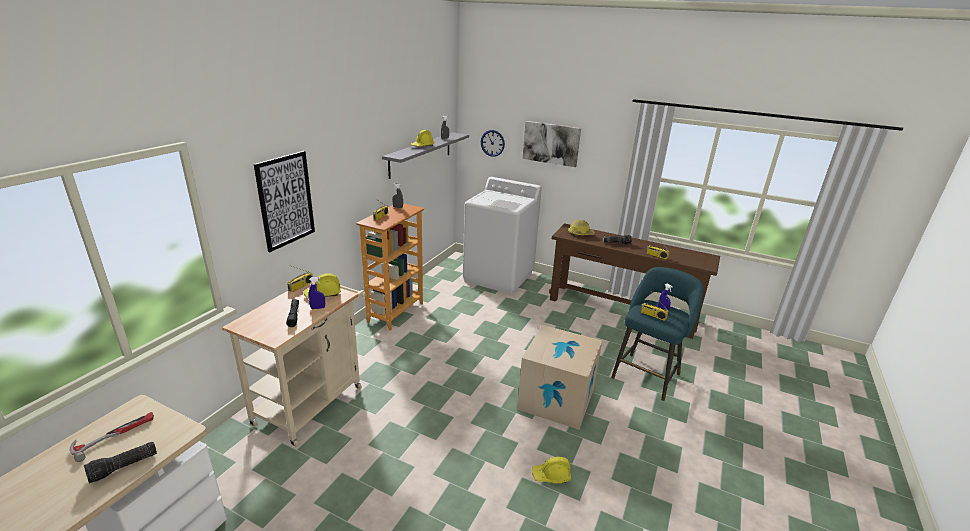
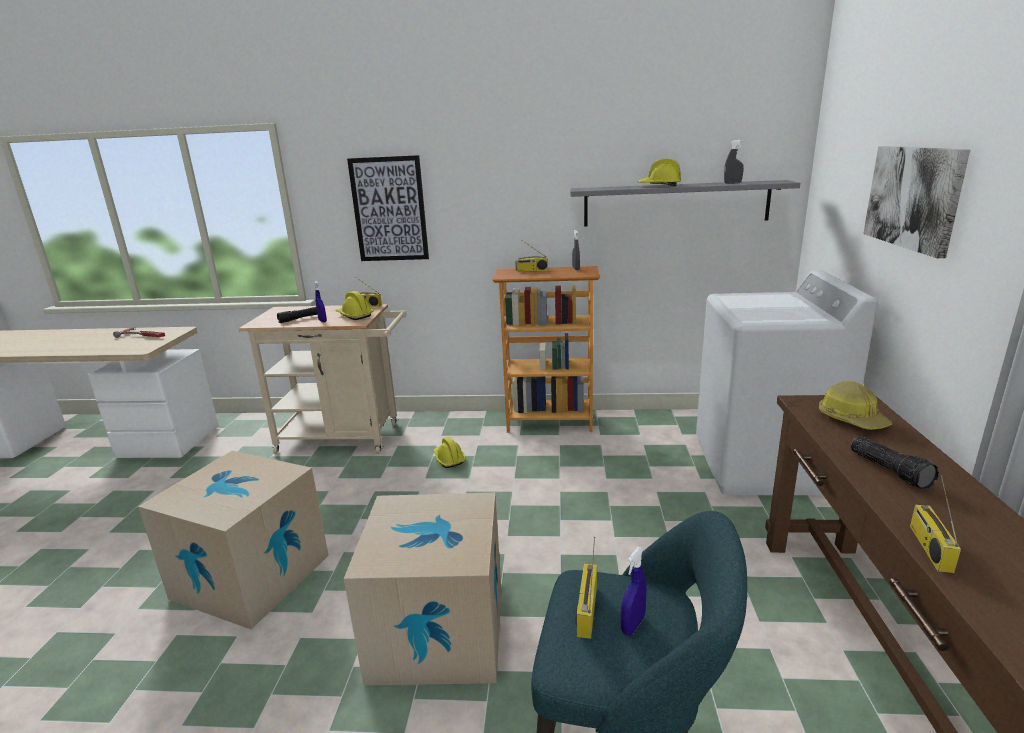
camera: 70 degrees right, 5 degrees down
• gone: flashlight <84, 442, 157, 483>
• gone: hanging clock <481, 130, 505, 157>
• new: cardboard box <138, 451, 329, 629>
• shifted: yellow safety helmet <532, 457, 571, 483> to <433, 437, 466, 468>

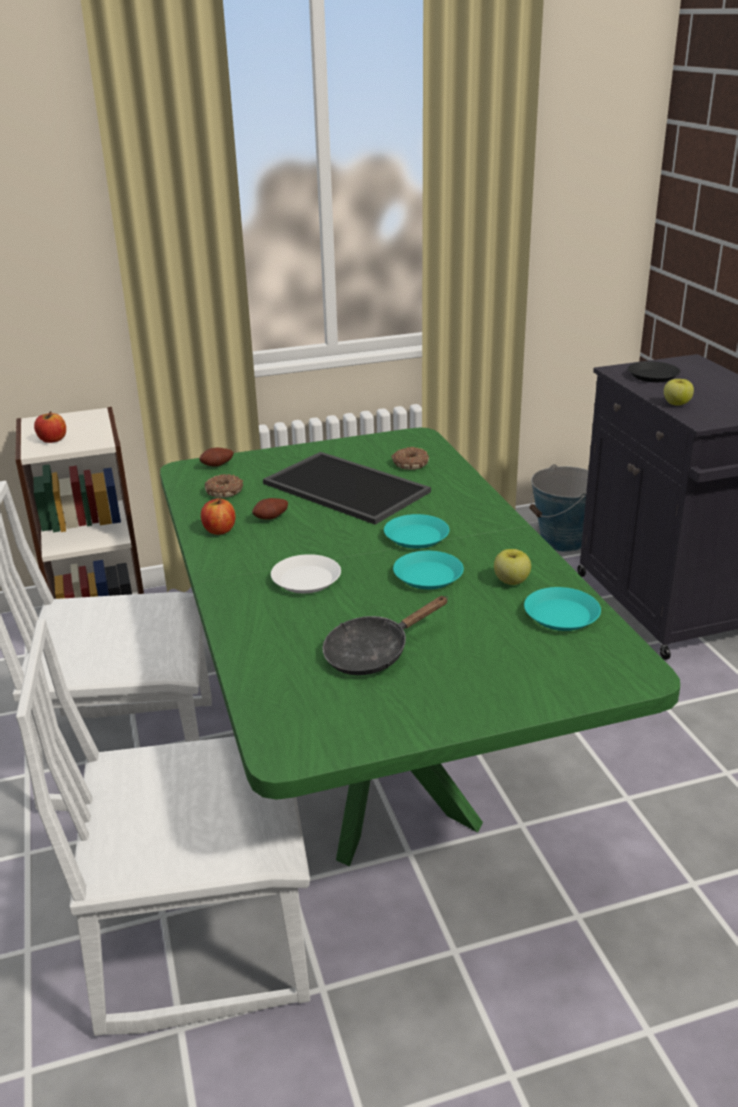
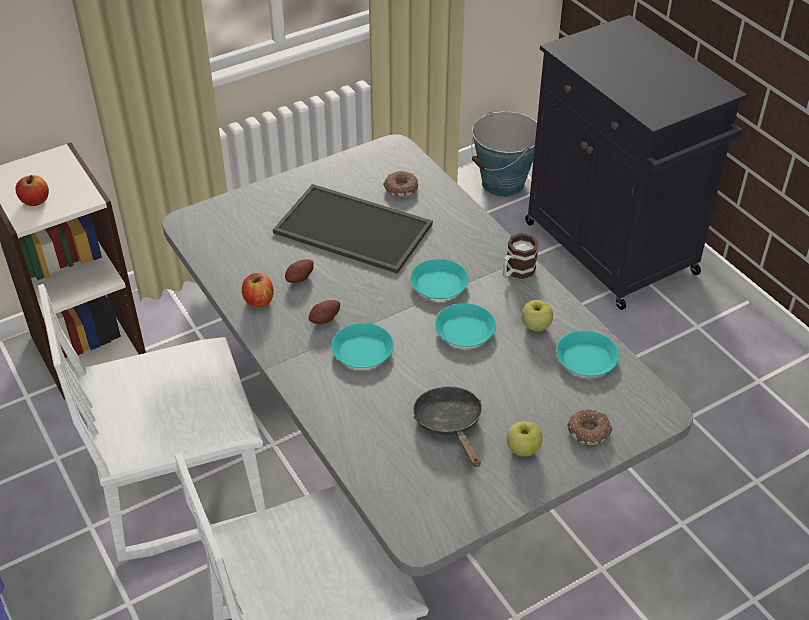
camera: 15 degrees left, 15 degrees up
• gone: blackish plate <628, 361, 680, 382>
• new: coffee mug <503, 233, 539, 279>
• shifted: spud <199, 448, 234, 467> to <308, 300, 340, 324>
• shifted: donut <205, 474, 243, 498> to <568, 409, 612, 445>
• shifted: apple fruit <664, 379, 694, 406> to <507, 421, 542, 456>
• repainted: green-coloured dinner table <160, 428, 680, 866> to gray dinner table <162, 135, 693, 576>
• repainted: white-coloured plate <271, 554, 341, 593> to turquoise plate <332, 323, 394, 368>
• rotated: blackish skillet <322, 596, 447, 675> = <413, 386, 482, 467> 120 degrees clockwise

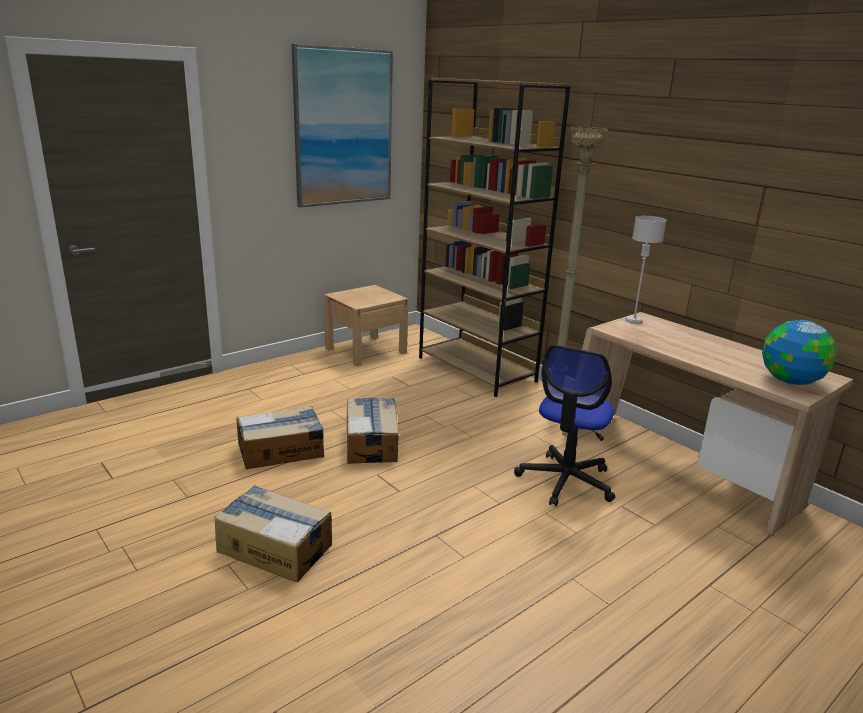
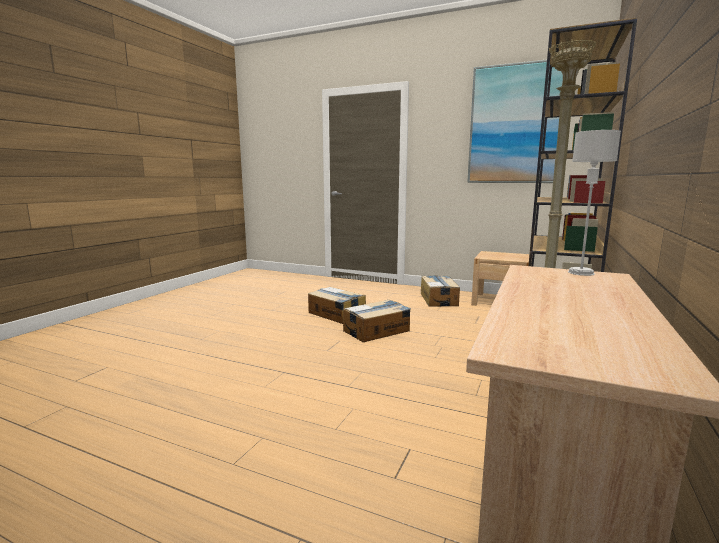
camera: 65 degrees right, 10 degrees down
• gone: computer chair <514, 345, 615, 506>
• gone: desk globe <762, 320, 837, 385>
• shifted: cardboard box <215, 485, 332, 582> to <421, 275, 460, 307>

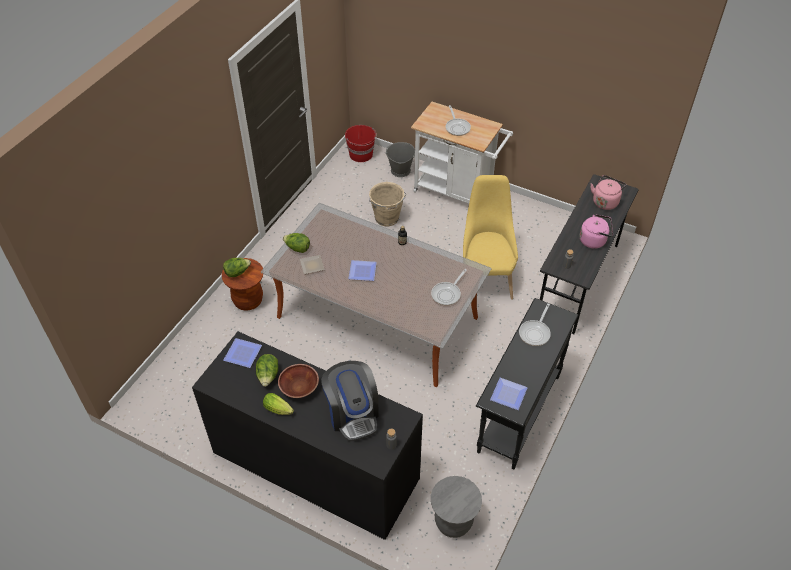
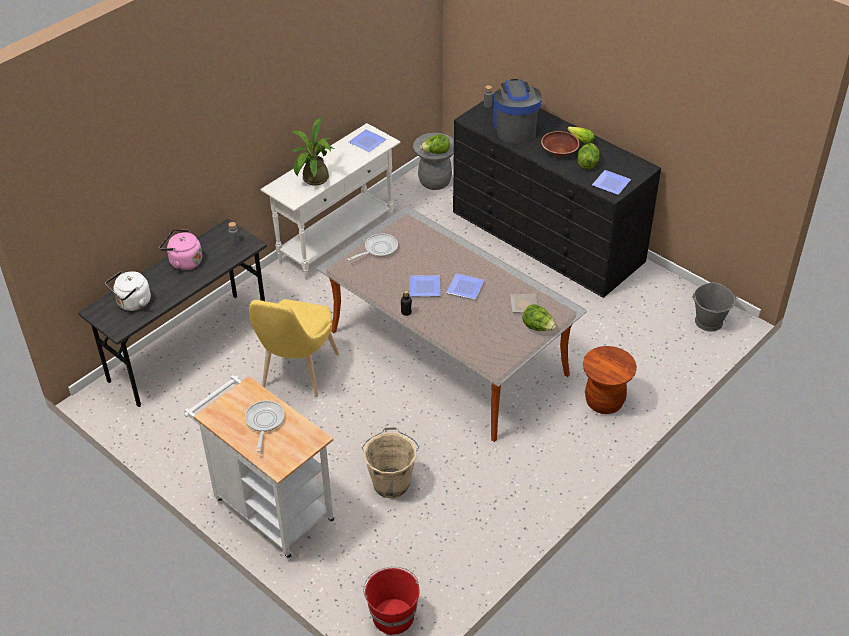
camera: 165 degrees left, 5 degrees down
• new: plate <410, 275, 441, 296>
• shifted: lettuce head <223, 258, 251, 277> to <420, 134, 450, 154>
• shifted: gray water bucket <385, 142, 415, 177> to <692, 282, 738, 332>
• swapped: skillet <519, 303, 551, 346> to potted plant <291, 117, 334, 186>
• repainted: blackish console table <476, 298, 578, 469> to white-coloured console table <261, 123, 401, 280>
• repainted: pink tea kettle <590, 175, 627, 210> to white-coloured tea kettle <105, 271, 151, 311>

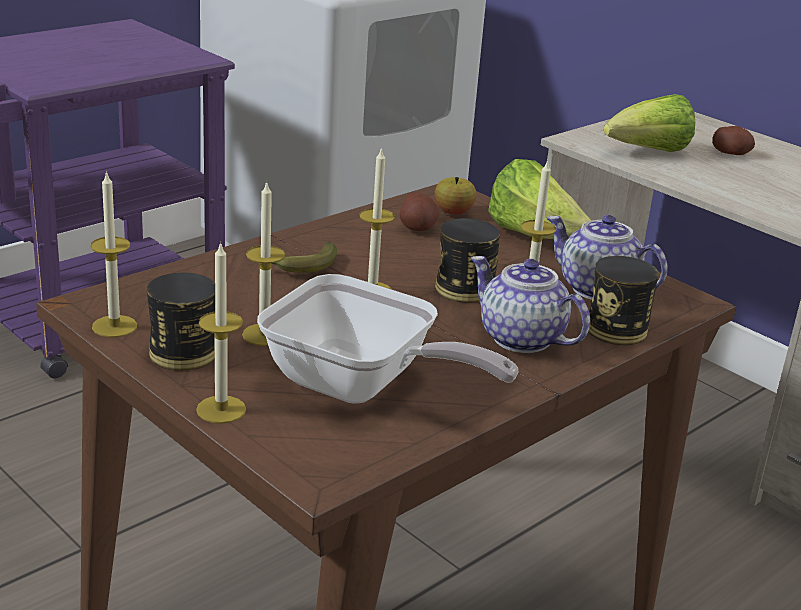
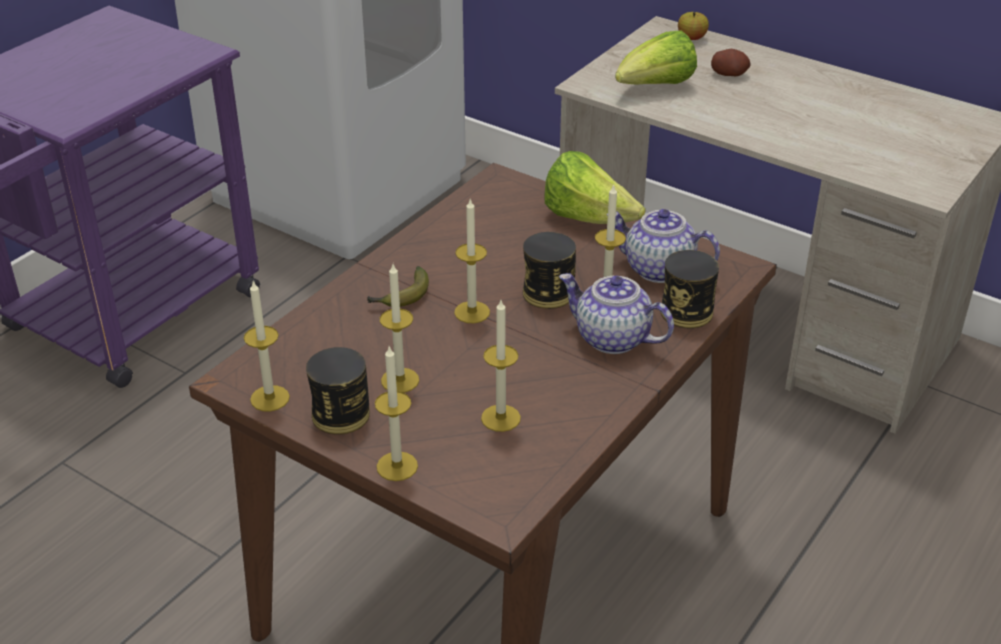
camera: 10 degrees left, 10 degrees up
• gone: spud <400, 192, 439, 231>
• shifted: apple fruit <435, 177, 476, 215> to <678, 12, 709, 40>
• swapped: skillet <257, 274, 518, 404> to wax candle <481, 300, 521, 432>

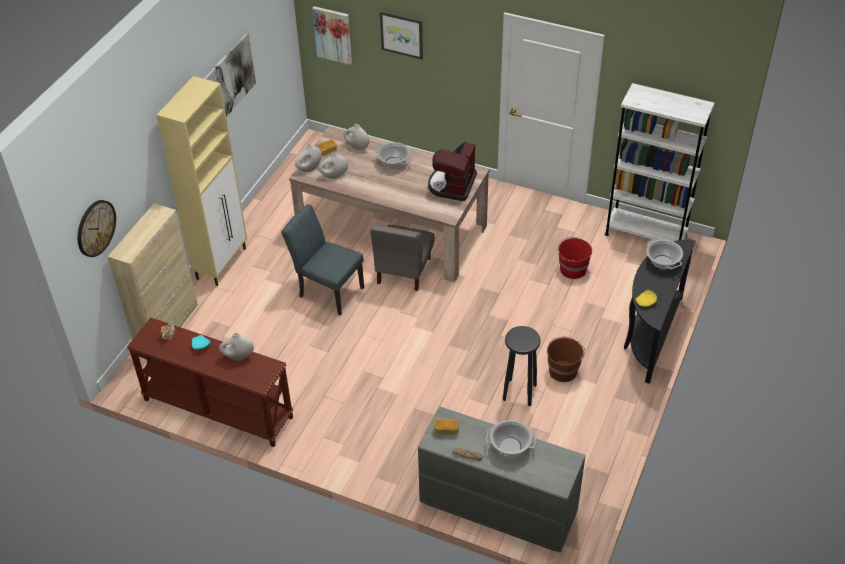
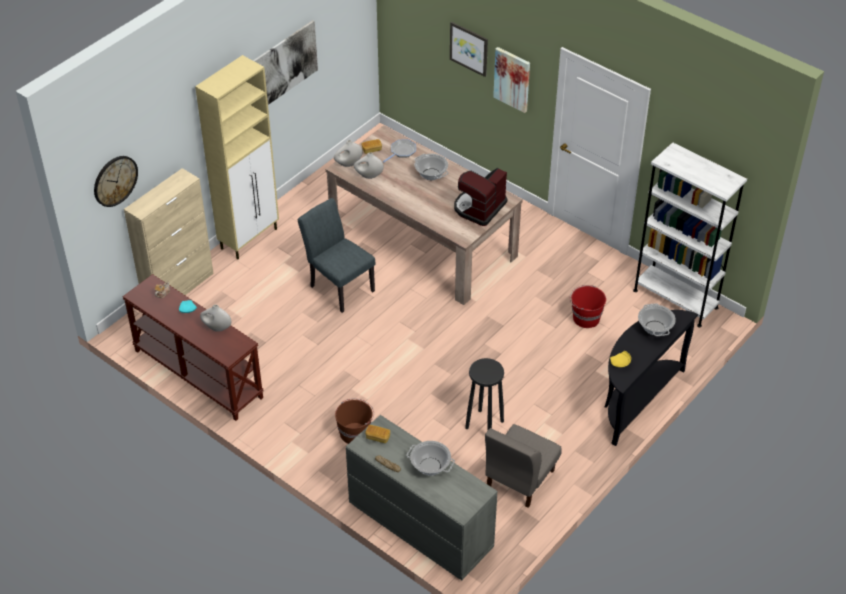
camera: 15 degrees right, 0 degrees up
• shifted: wall picture <312, 6, 352, 65> to <493, 47, 530, 113>
• shifted: gray upright chair <370, 224, 435, 291> to <485, 424, 562, 508>
• shifted: brown water bucket <547, 337, 585, 382> to <335, 399, 374, 444>
• swapped: white-coloured flower vase <344, 124, 369, 150> to skillet <383, 140, 416, 162>

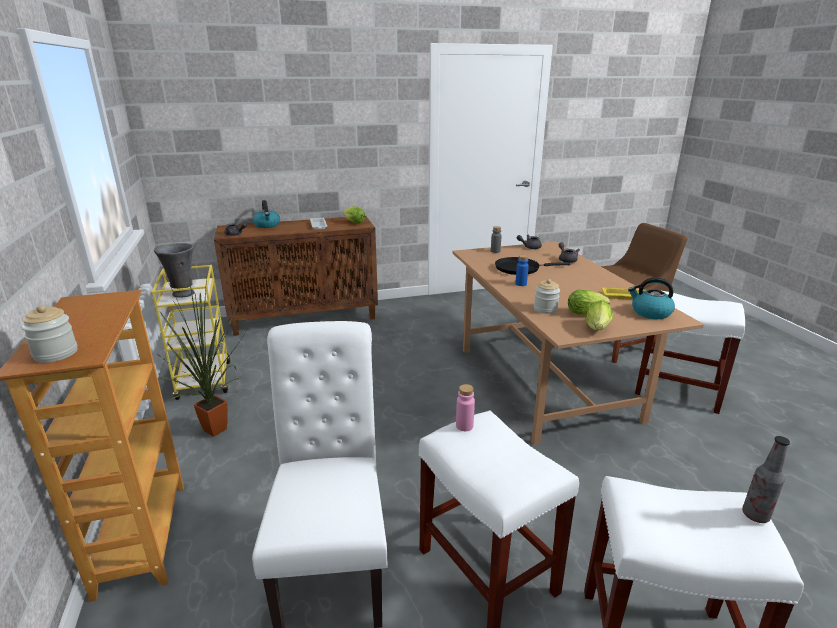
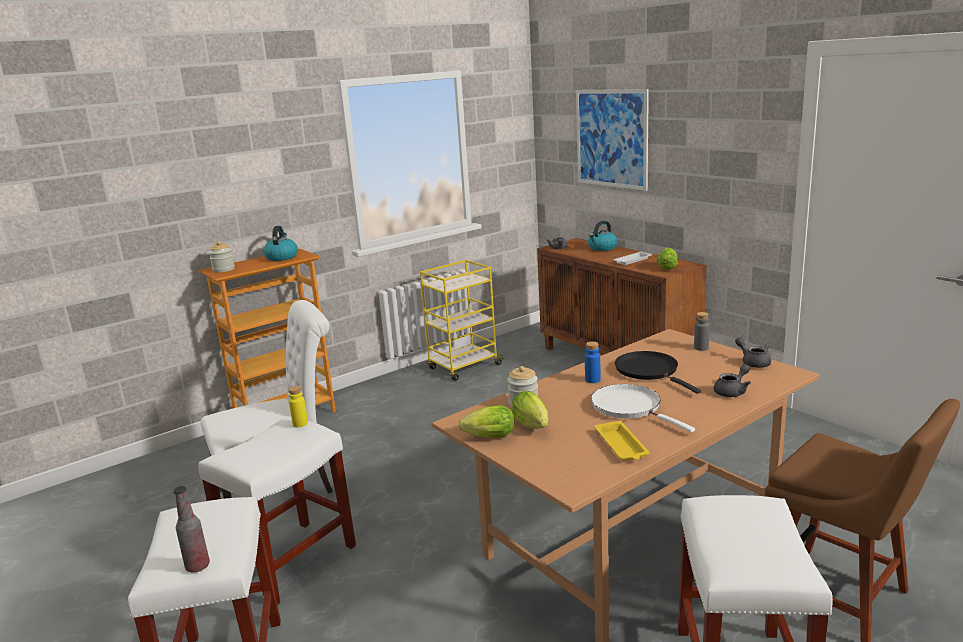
camera: 70 degrees right, 5 degrees down
• gone: gray flower vase <154, 243, 195, 298>
• gone: potted plant <160, 262, 247, 437>
• new: wall picture <576, 89, 649, 191>
• new: white-coloured skillet <591, 384, 695, 433>
• shifted: tea kettle <628, 277, 675, 319> to <263, 226, 298, 261>
• repainted: pink drink bottle <456, 384, 475, 431> to yellow drink bottle <288, 386, 308, 427>

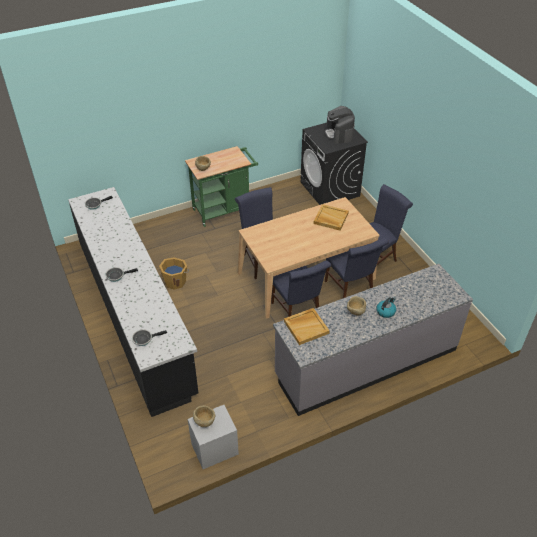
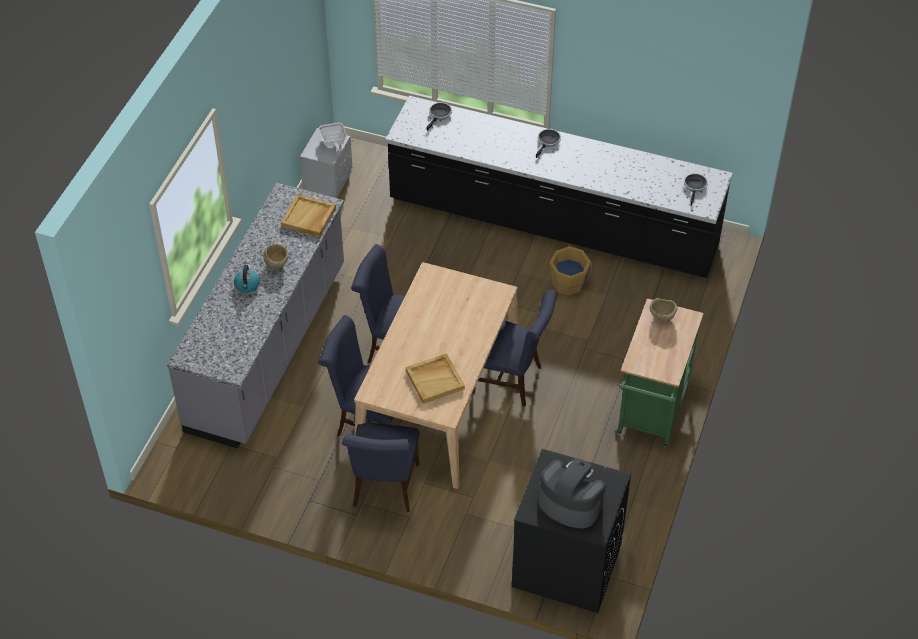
camera: 135 degrees right, 5 degrees up
• swapped: beige bowl <193, 406, 215, 427> to skillet <319, 122, 346, 155>

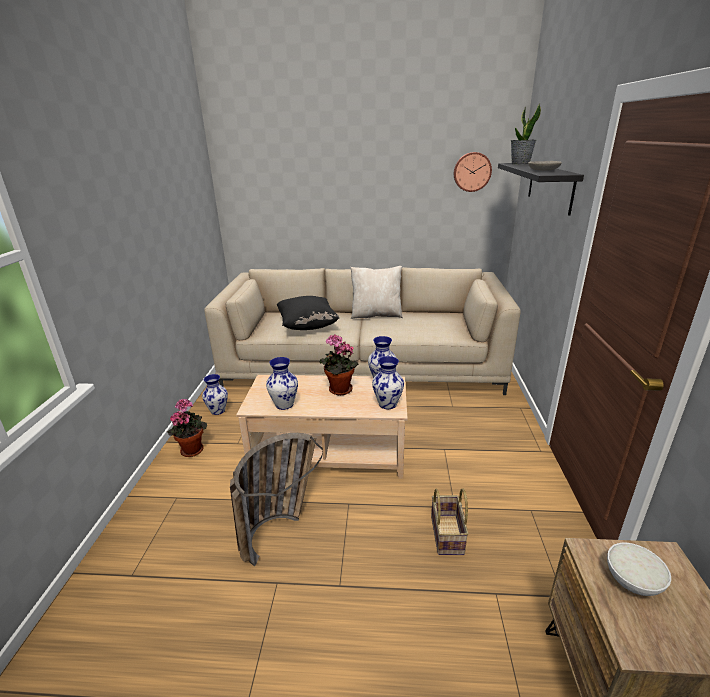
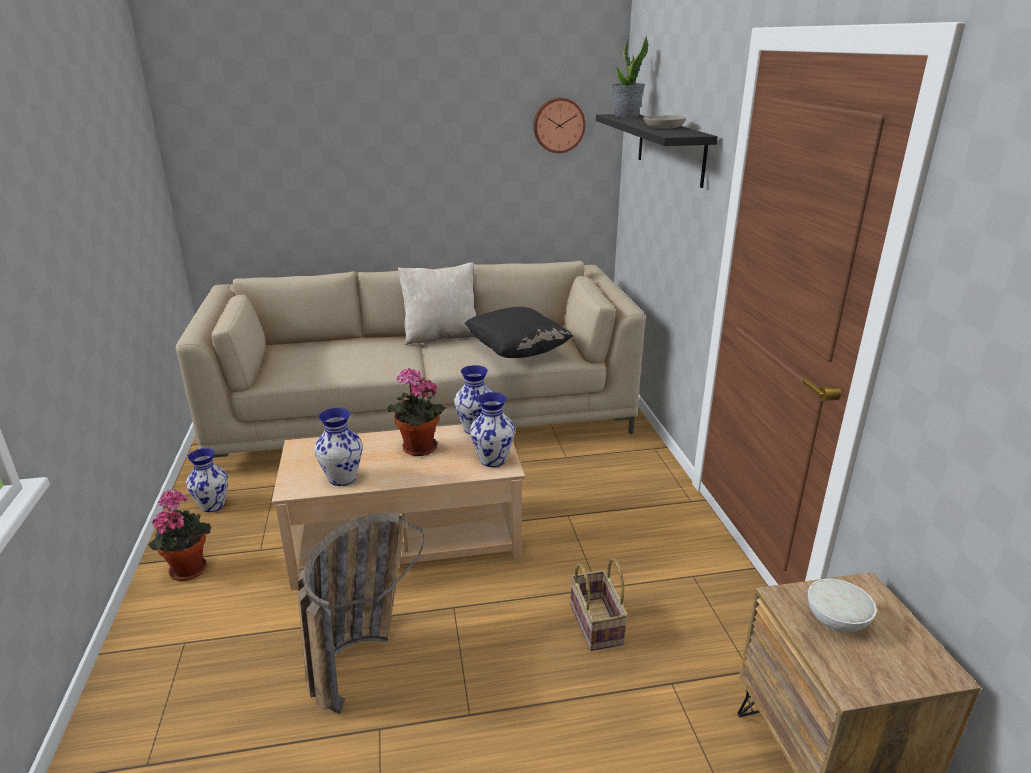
camera: 15 degrees left, 0 degrees up
• shifted: blackish cushion <277, 296, 339, 330> to <464, 307, 573, 358>

